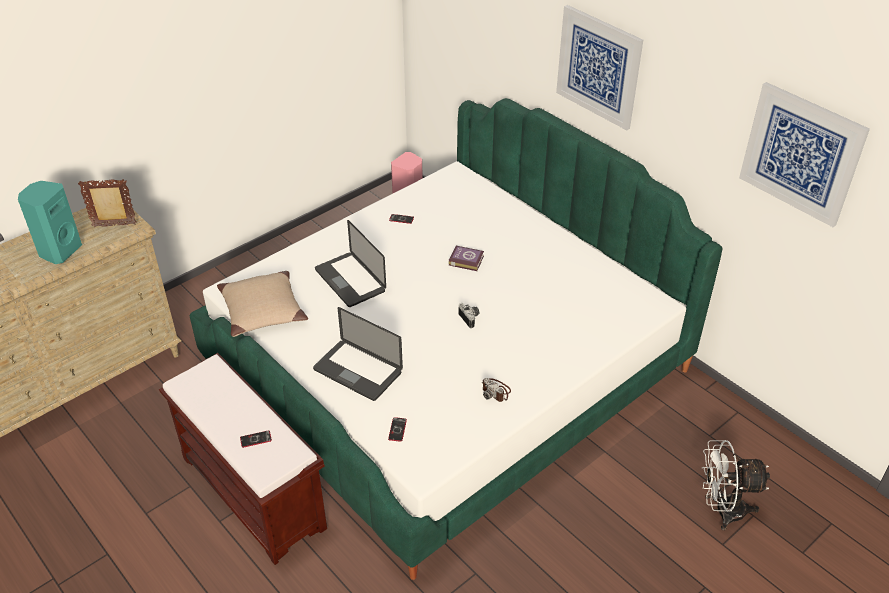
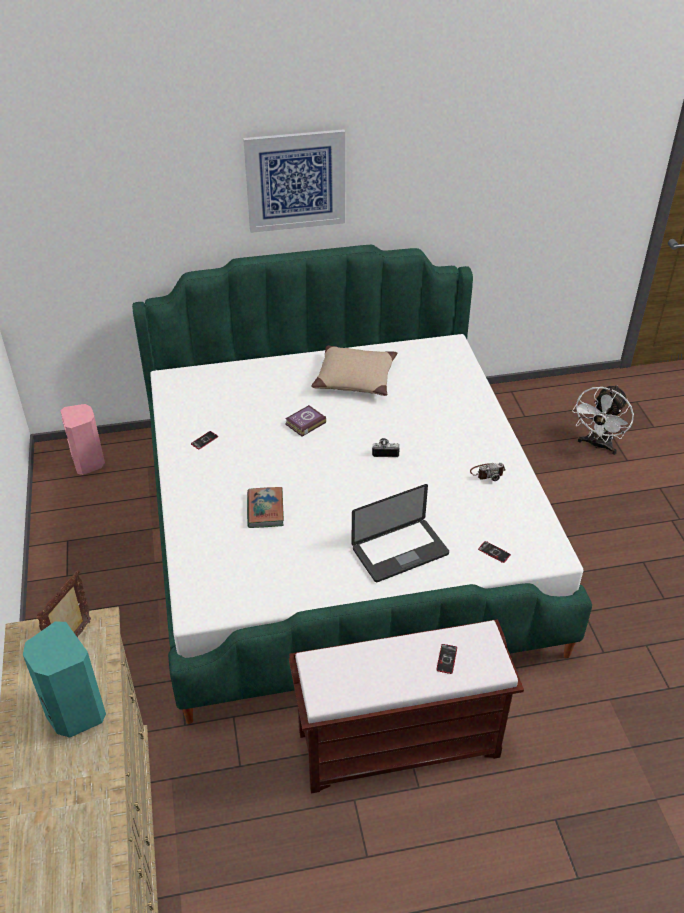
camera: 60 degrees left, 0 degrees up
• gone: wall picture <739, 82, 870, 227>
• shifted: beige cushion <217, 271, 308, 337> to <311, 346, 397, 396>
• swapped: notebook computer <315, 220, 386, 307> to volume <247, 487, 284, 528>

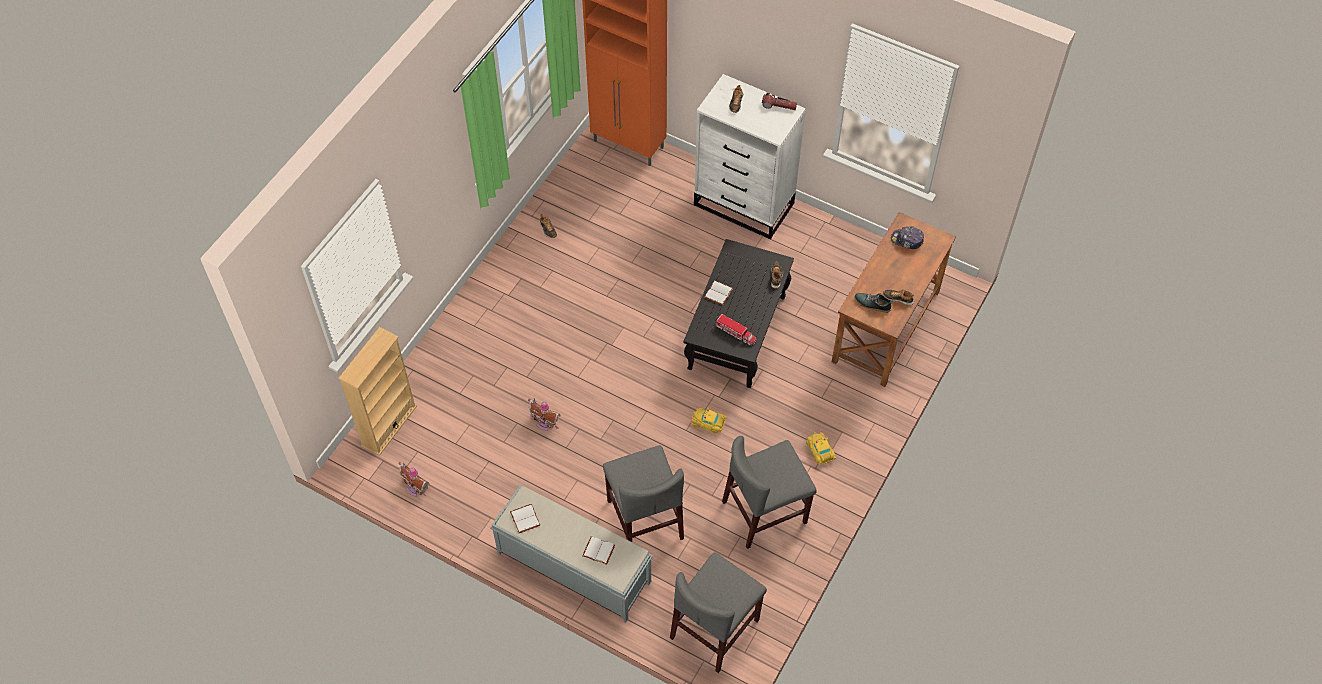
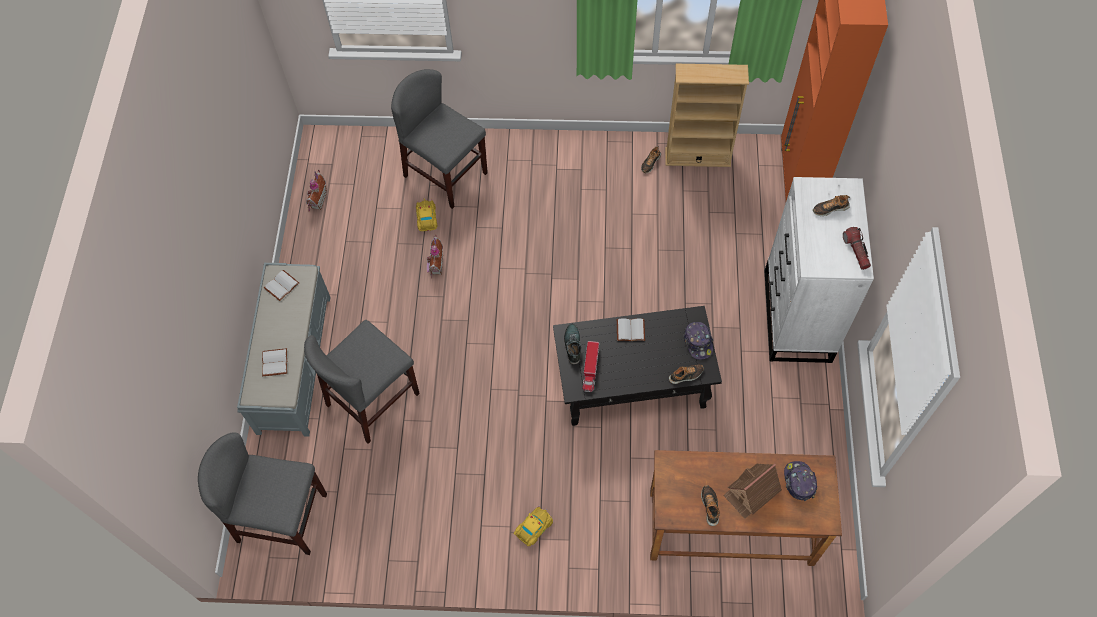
camera: 65 degrees right, 5 degrees up
• new: baseball cap <683, 322, 713, 360>
• new: model house <723, 464, 782, 519>
• shifted: beige bookcase <338, 327, 417, 456> to <665, 64, 749, 167>
• shifted: yellow toy car <691, 407, 727, 433> to <416, 198, 437, 231>
• shifted: gray upright chair <722, 436, 817, 549> to <391, 69, 488, 209>
• shifted: item of footwear <855, 293, 893, 313> to <564, 324, 581, 364>

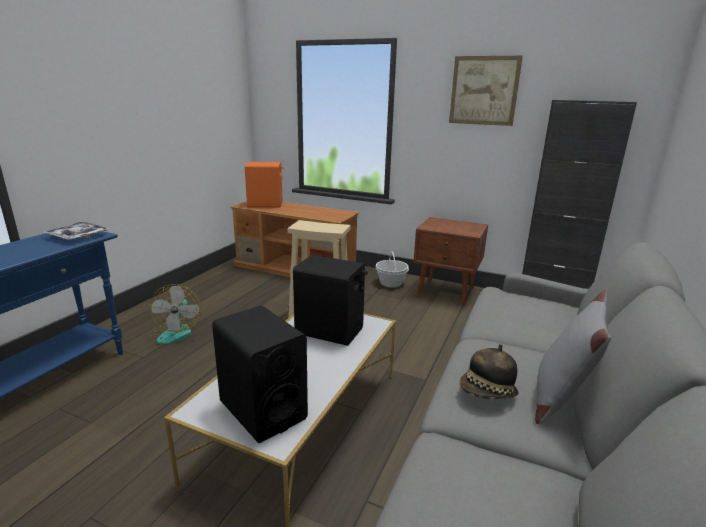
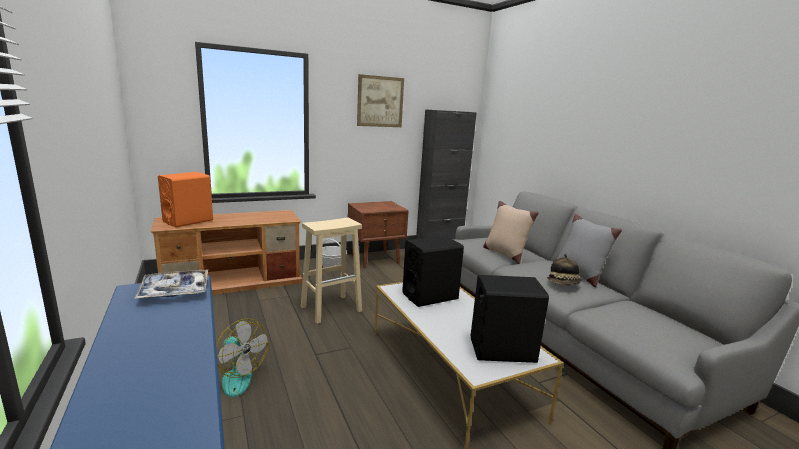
camera: 50 degrees left, 5 degrees down
• new: beige cushion <483, 201, 539, 264>

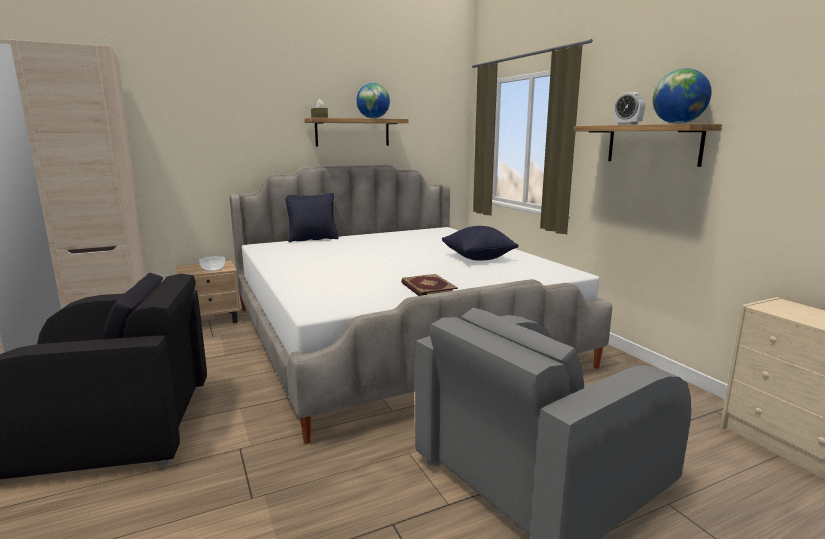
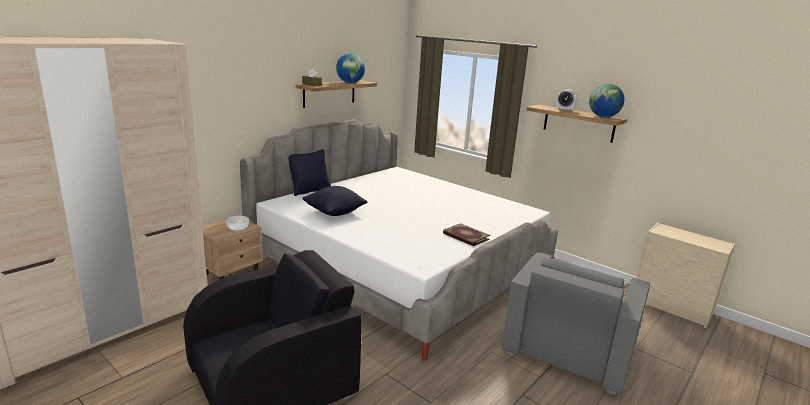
camera: 25 degrees left, 5 degrees up
• shifted: blackish cushion <442, 226, 519, 261> to <303, 186, 368, 216>

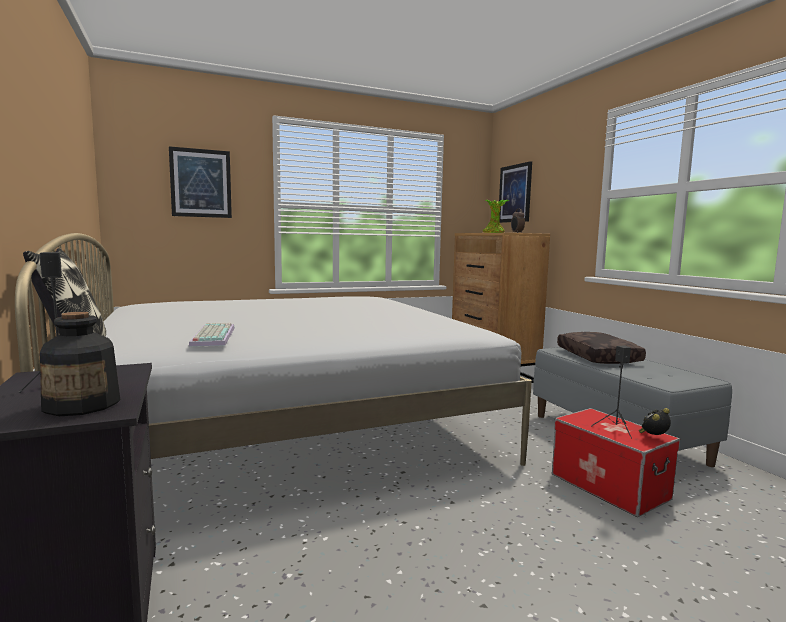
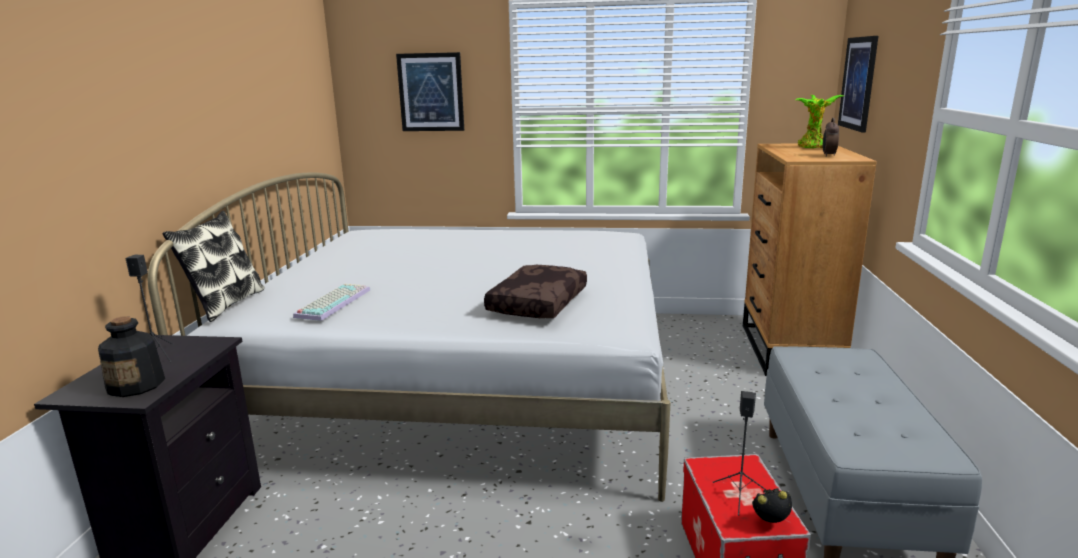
camera: 30 degrees right, 10 degrees up
• shifted: brown cushion <557, 332, 646, 364> to <484, 265, 587, 318>

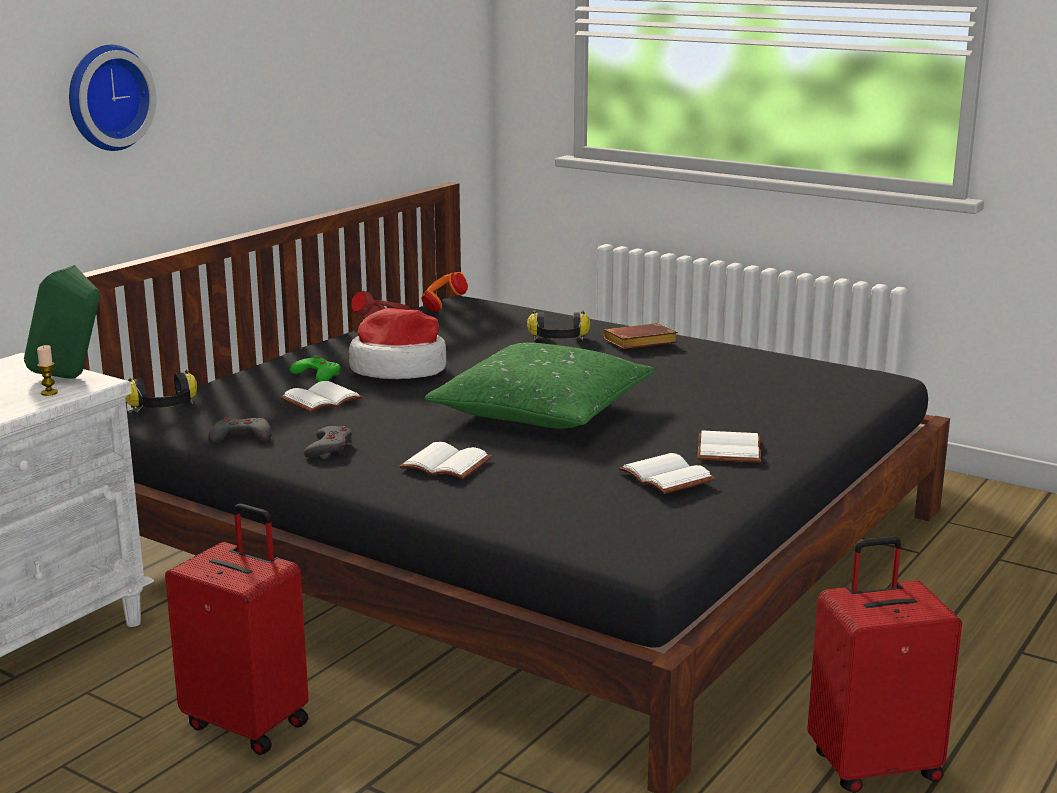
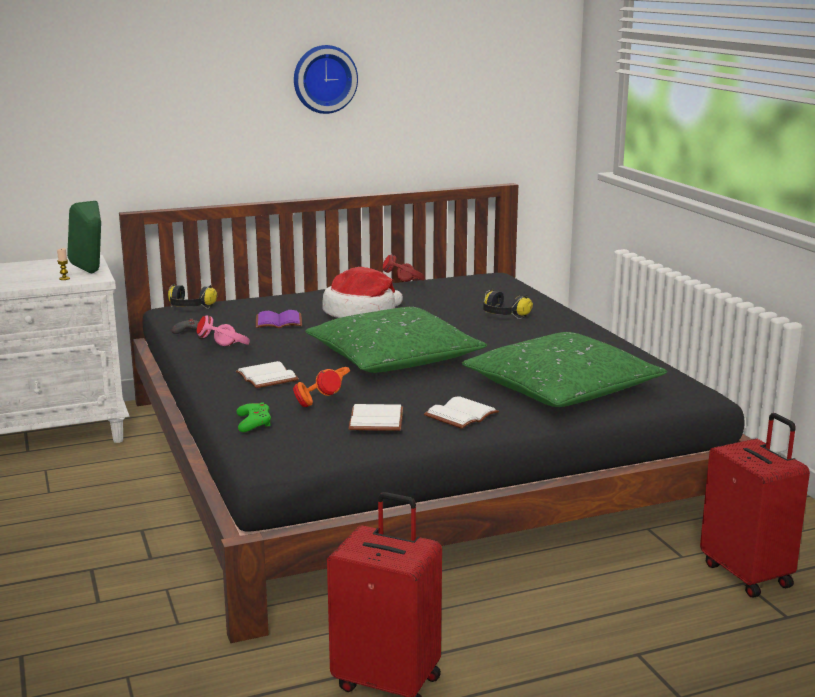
camera: 35 degrees right, 0 degrees up
• gone: brown volume <603, 323, 678, 349>
• new: green-coloured cushion <462, 332, 667, 407>
• shifted: hanging clock <69, 45, 157, 151> to <294, 45, 358, 114>
• shifted: red-coloured piece of luggage <165, 504, 309, 755> to <700, 413, 810, 597>
• shifted: green-coloured game controller <290, 355, 340, 382> to <236, 402, 271, 432>
• shifted: orange headset <422, 272, 468, 312> to <293, 367, 350, 407>
• swapped: gray game controller <304, 426, 352, 458> to pink headset <197, 315, 250, 346>
• repainted: white-coloured volume <280, 381, 363, 412> to purple volume <256, 310, 302, 328>

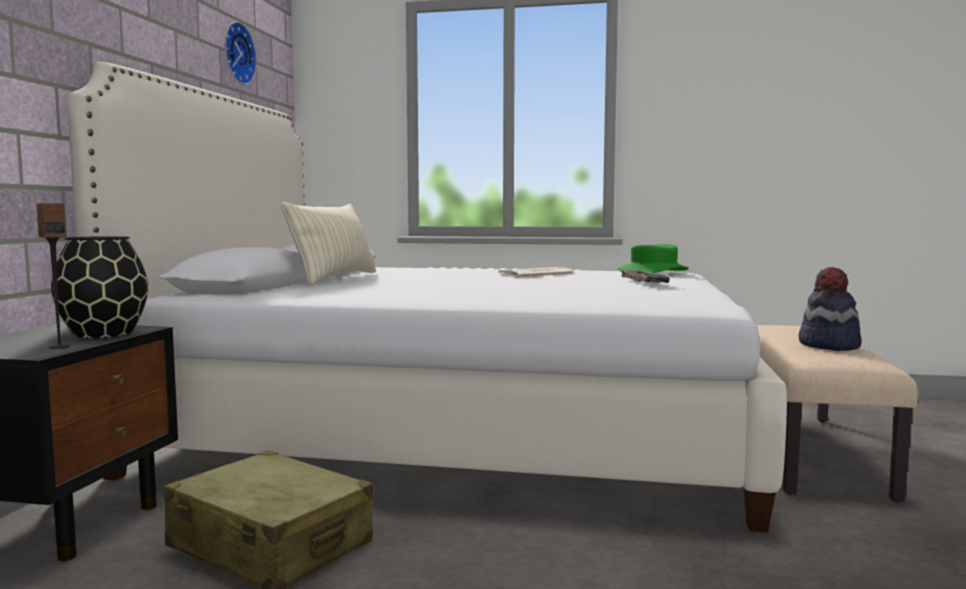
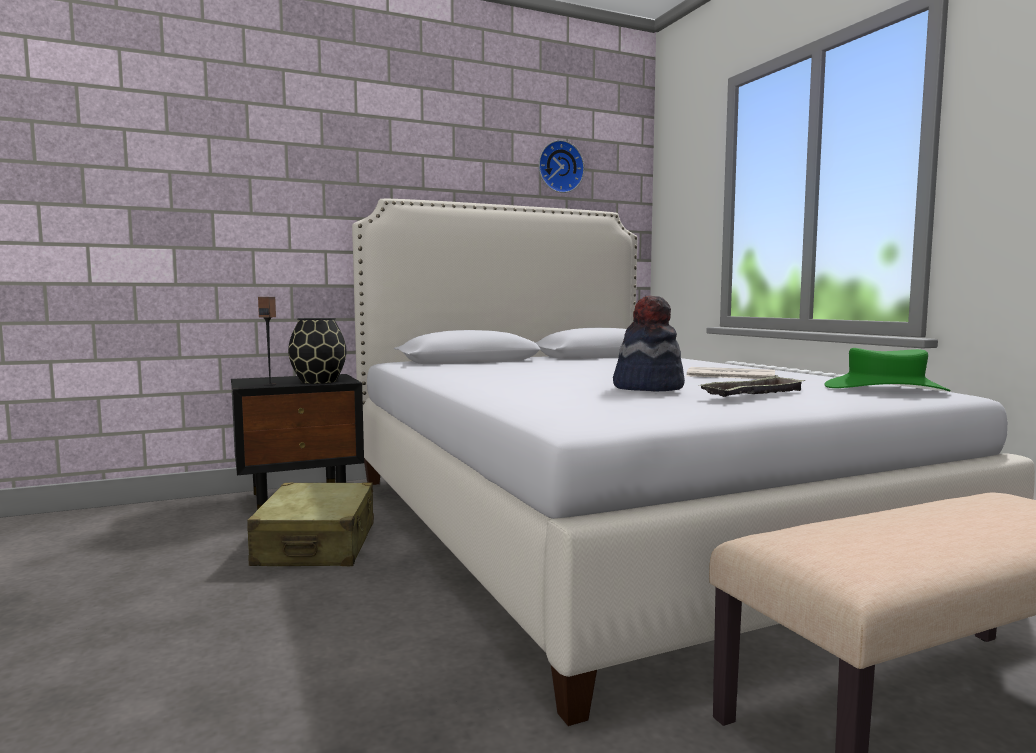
camera: 55 degrees right, 0 degrees up
• gone: beige cushion <281, 202, 375, 286>
• shifted: clothing hat <798, 267, 862, 351> to <613, 296, 685, 392>

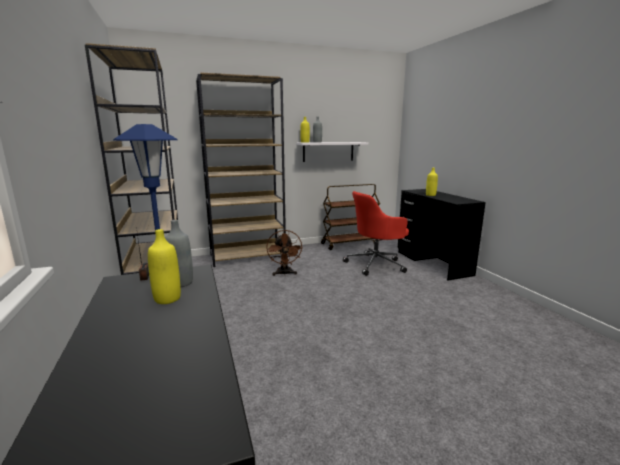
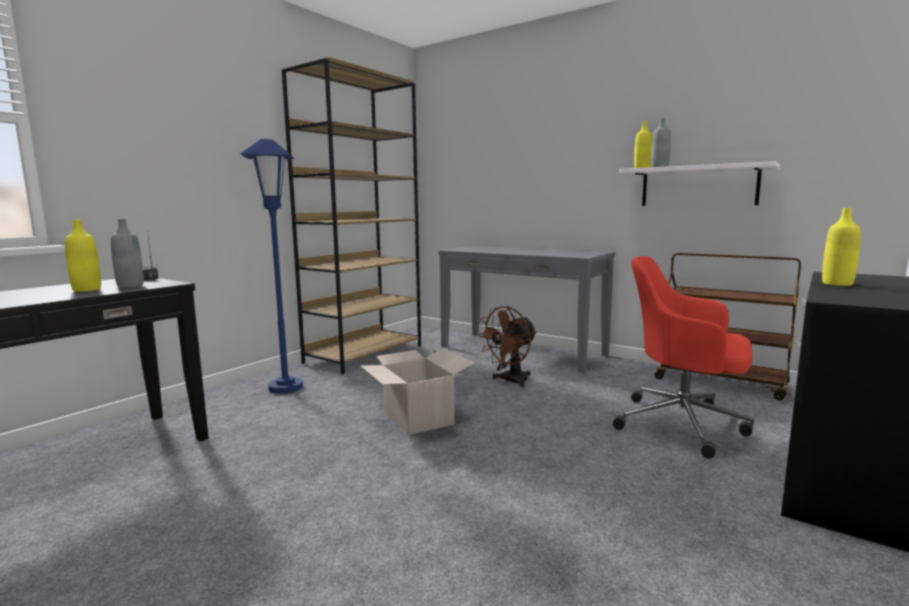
camera: 55 degrees right, 5 degrees down
• new: cardboard box <361, 348, 474, 435>
• swapped: brown bookcase <196, 72, 286, 267> to gray console table <438, 246, 615, 373>

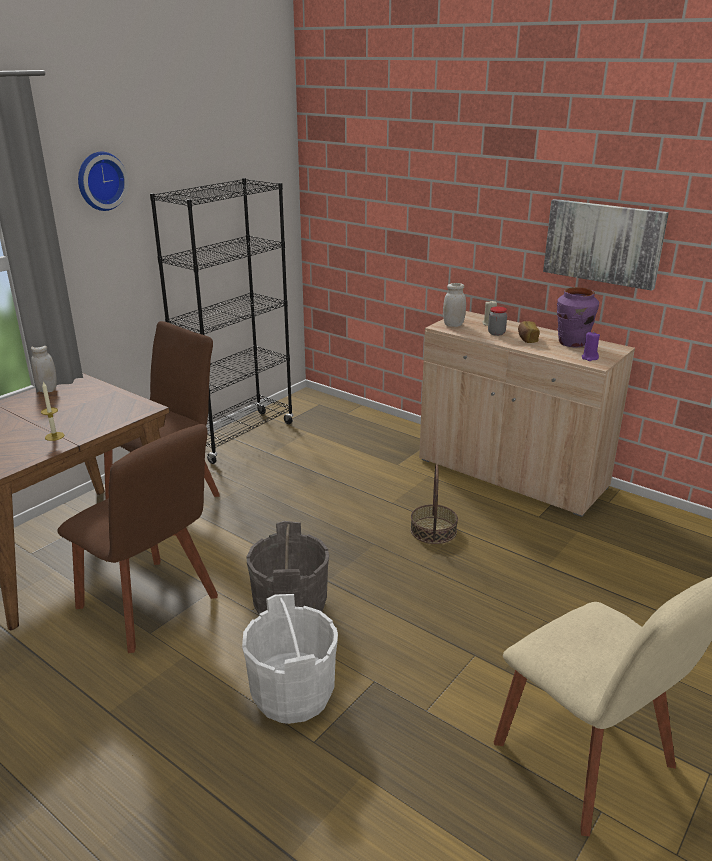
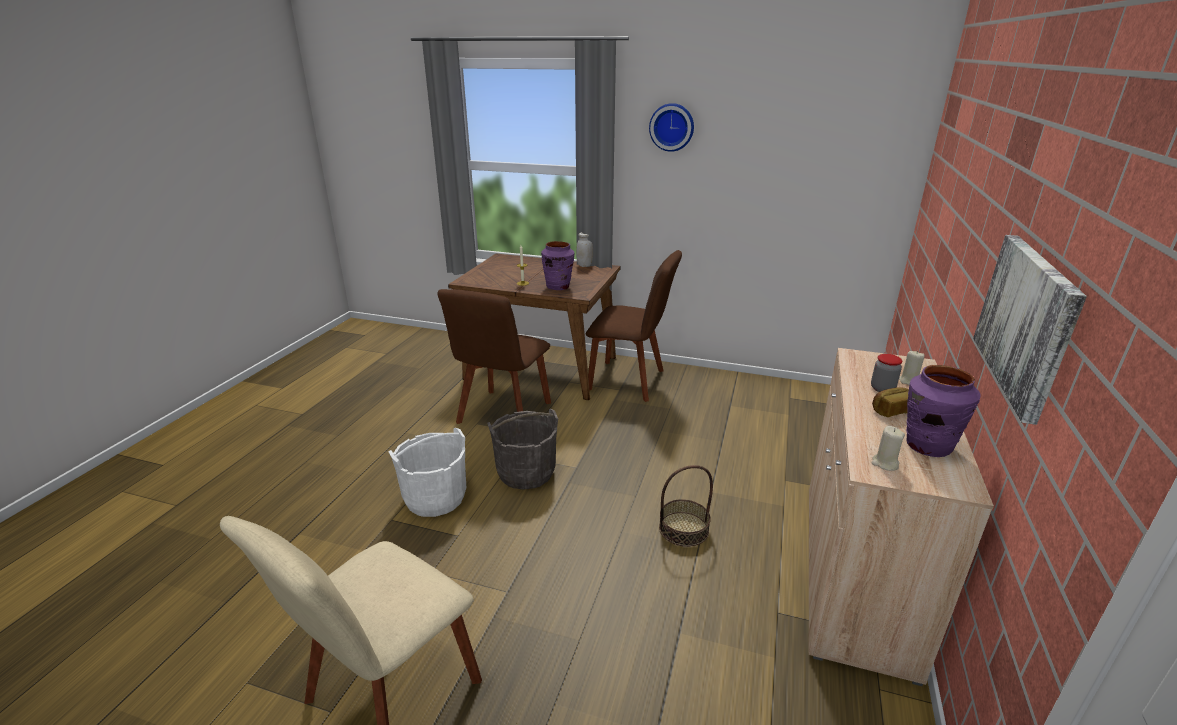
camera: 70 degrees right, 0 degrees up
• gone: blackish bookcase <150, 178, 293, 464>
• gone: white-coloured storage jar <443, 283, 466, 327>
• new: purple flower vase <541, 241, 574, 290>
• repainted: purple wax candle <582, 331, 600, 361> to beige wax candle <872, 426, 905, 471>

